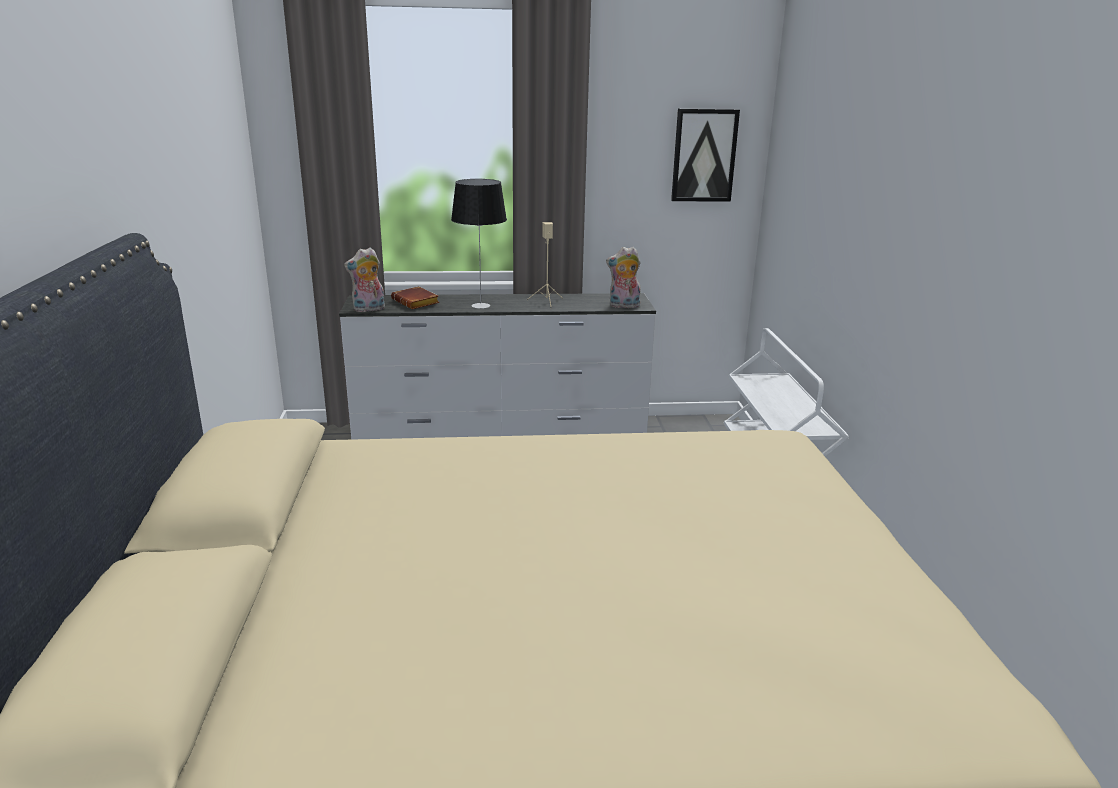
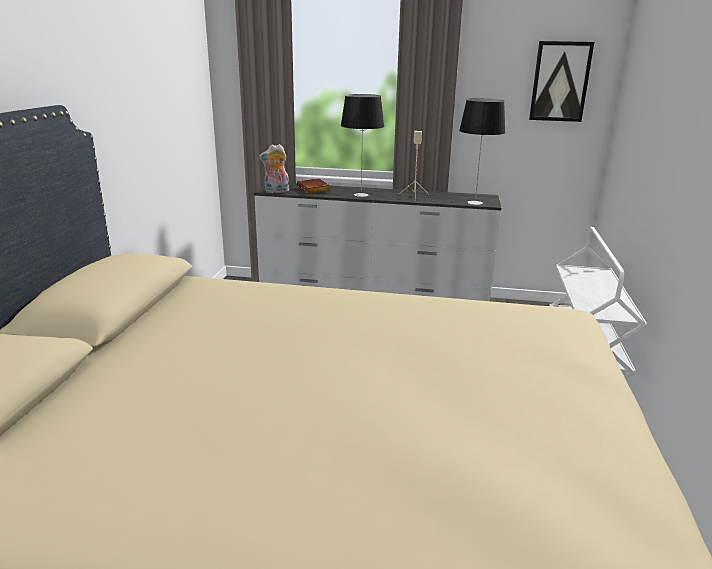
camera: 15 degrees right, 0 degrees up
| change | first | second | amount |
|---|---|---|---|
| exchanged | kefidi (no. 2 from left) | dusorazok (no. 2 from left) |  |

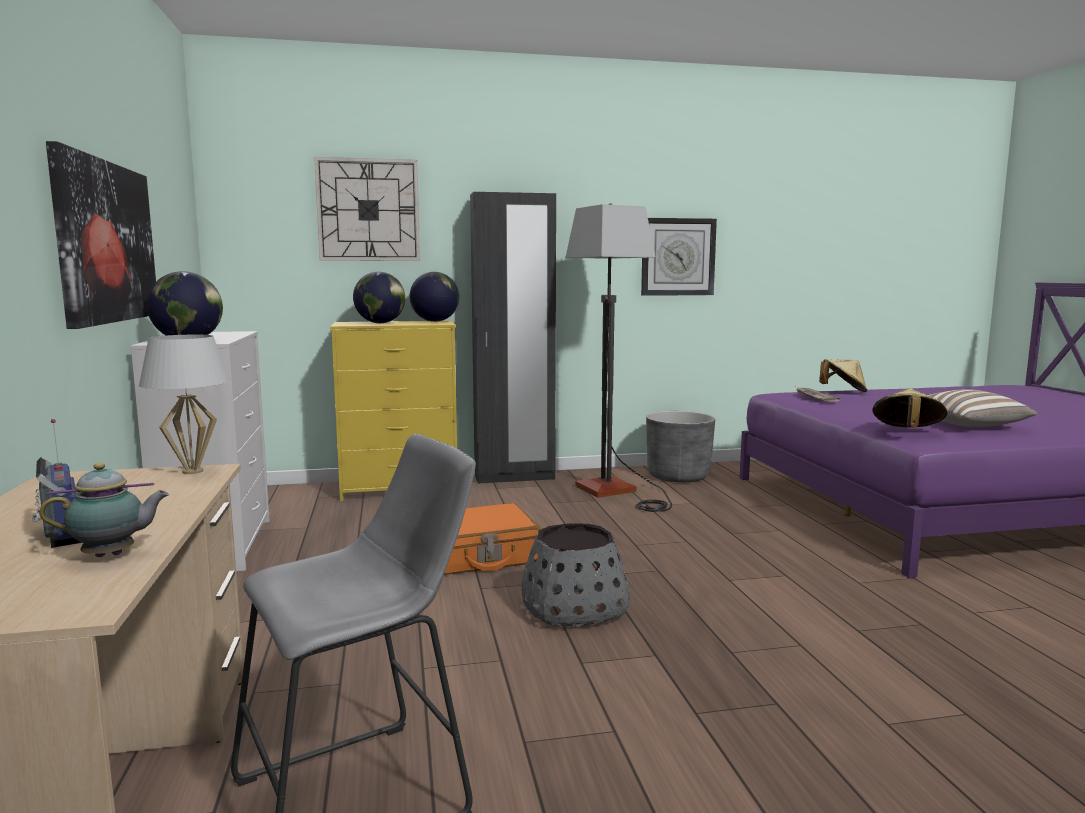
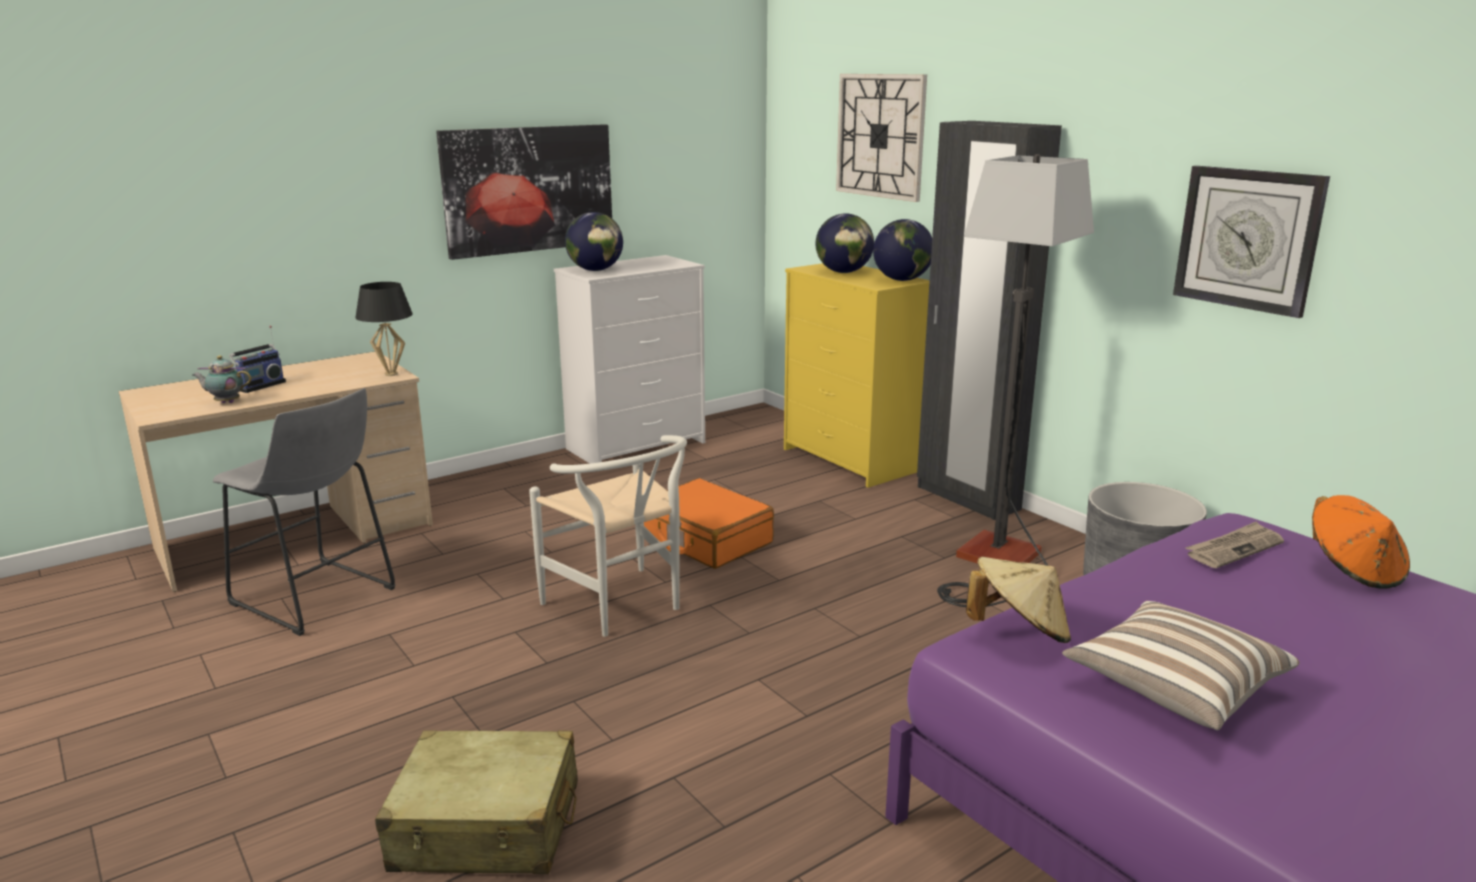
camera: 65 degrees right, 10 degrees up
| change | first | second | amount |
|---|---|---|---|
| colour | white dusorazok | black dusorazok |  |
| colour | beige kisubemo (no. 1 from left) | orange kisubemo |  |
| spun | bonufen |  | 135 degrees clockwise |
| exchanged | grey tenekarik (no. 1 from left) | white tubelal |  |
| appeared |  | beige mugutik |  |

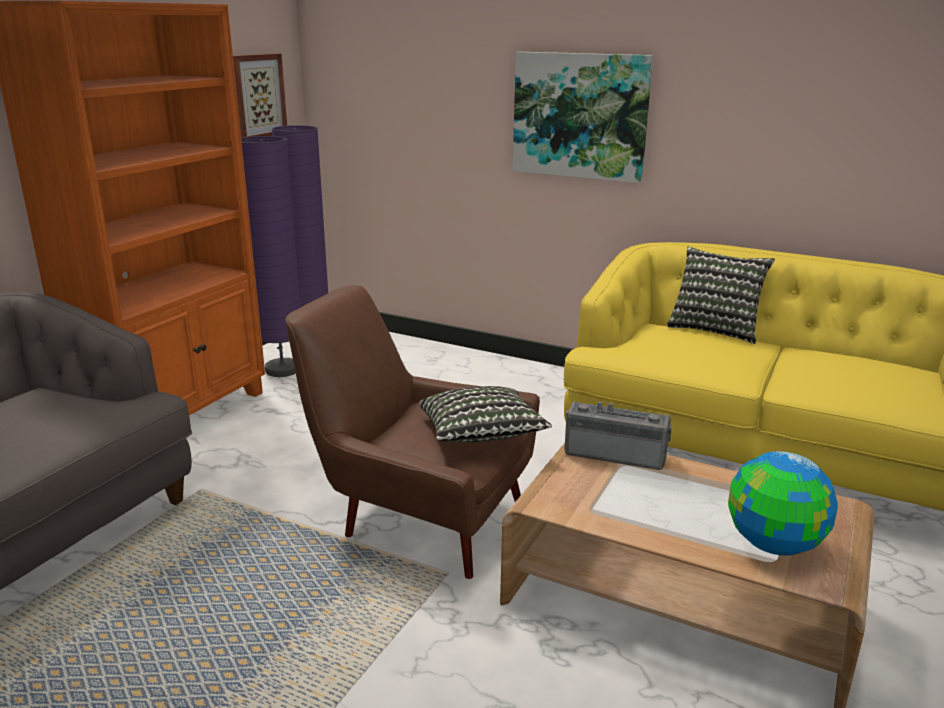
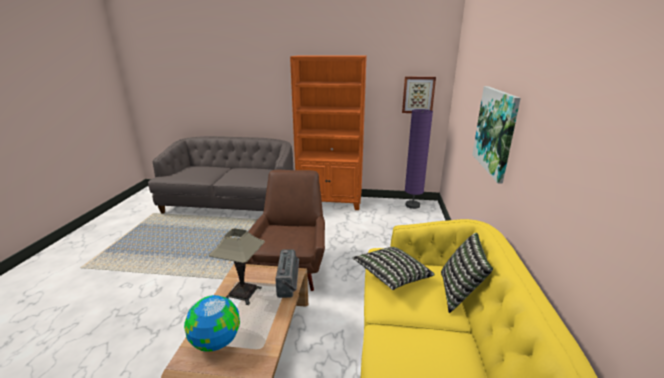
camera: 70 degrees right, 0 degrees up
| change | first | second | amount |
|---|---|---|---|
| missing | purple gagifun (no. 1 from left) |  |  |
| relocated | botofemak (no. 1 from left) |  |  |
| appeared |  | dusorazok |  |

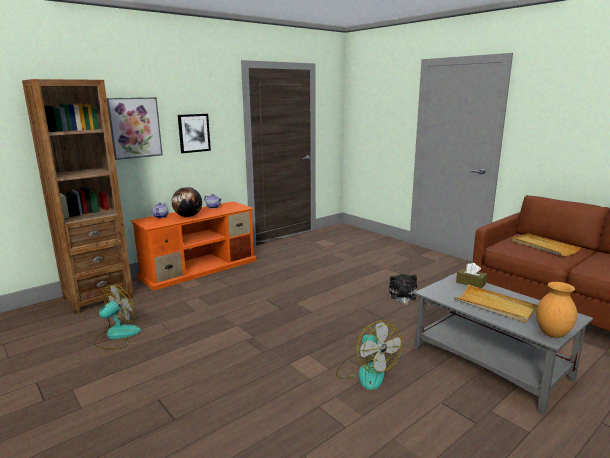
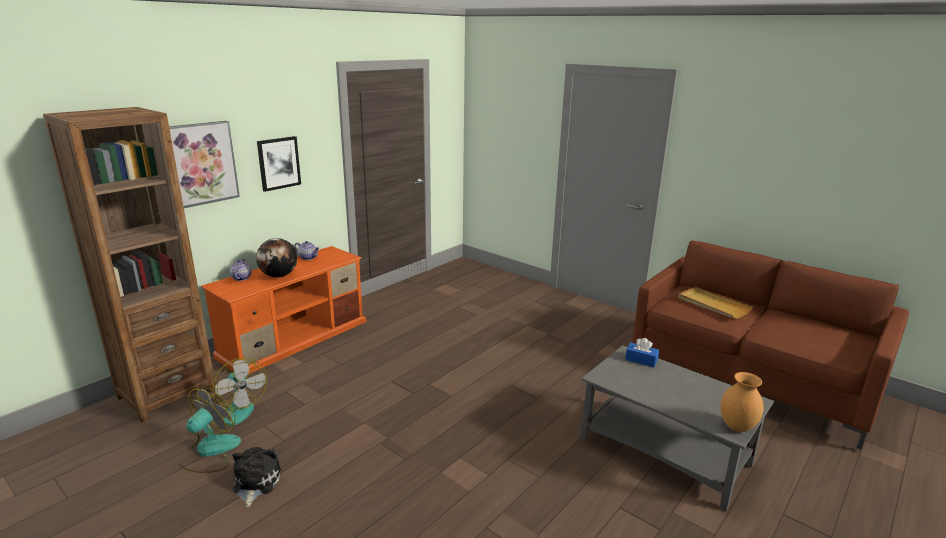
camera: 10 degrees left, 5 degrees up
| change | first | second | amount |
|---|---|---|---|
| colour | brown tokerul | blue tokerul |  |
| relocated | kefidi |  |  |
| missing | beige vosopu (no. 1 from left) |  |  |
| relocated | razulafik (no. 2 from left) |  |  |

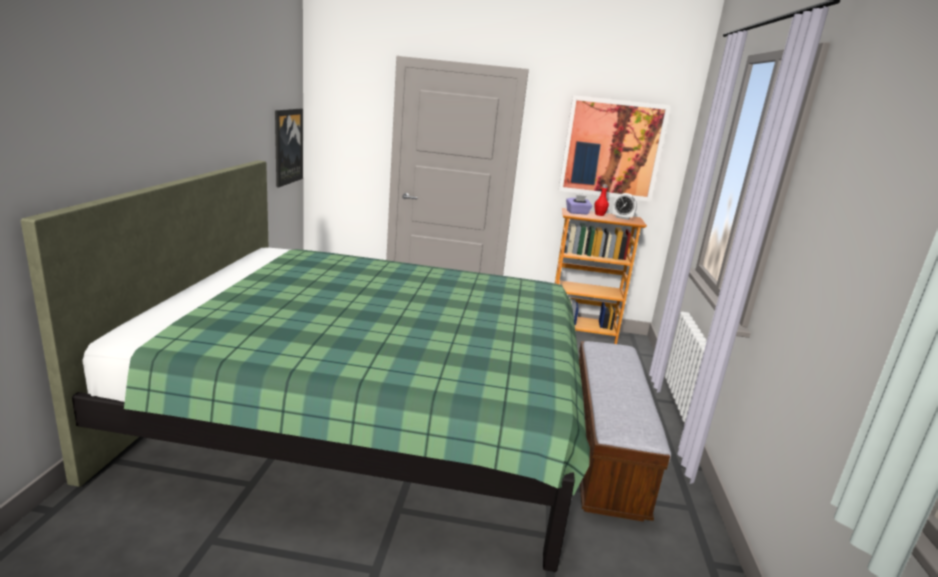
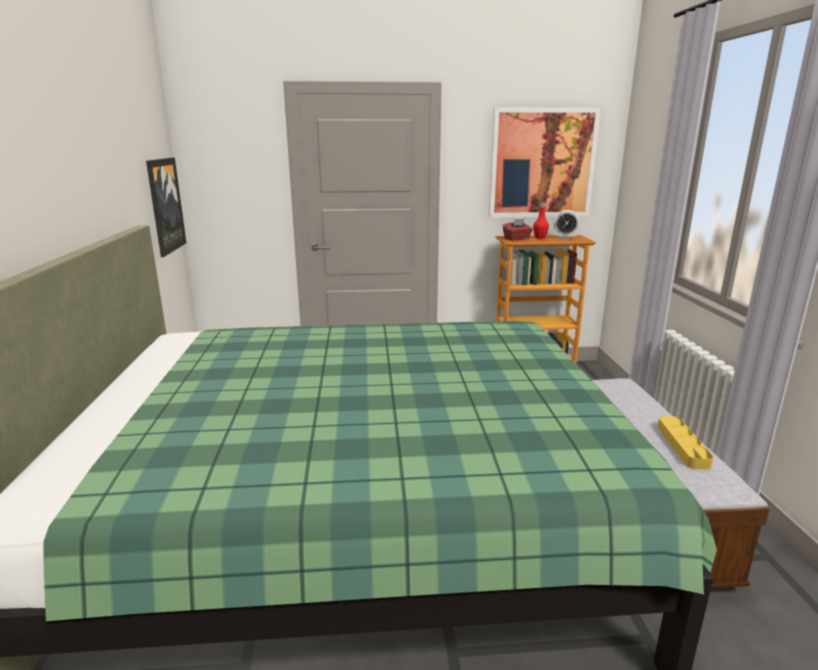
camera: 10 degrees left, 0 degrees up
| change | first | second | amount |
|---|---|---|---|
| colour | purple tokerul | red tokerul |  |
| appeared |  | yellow vosopu |  |

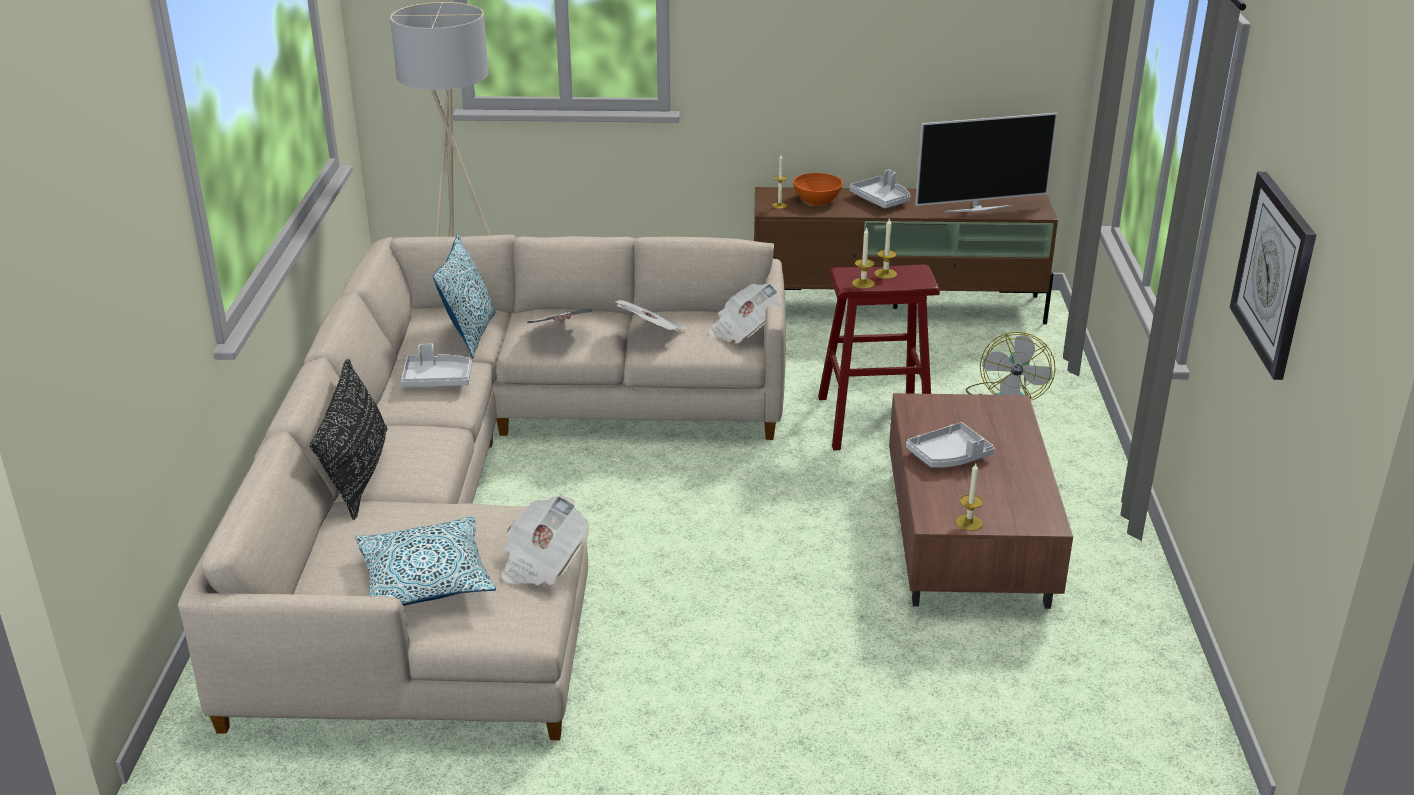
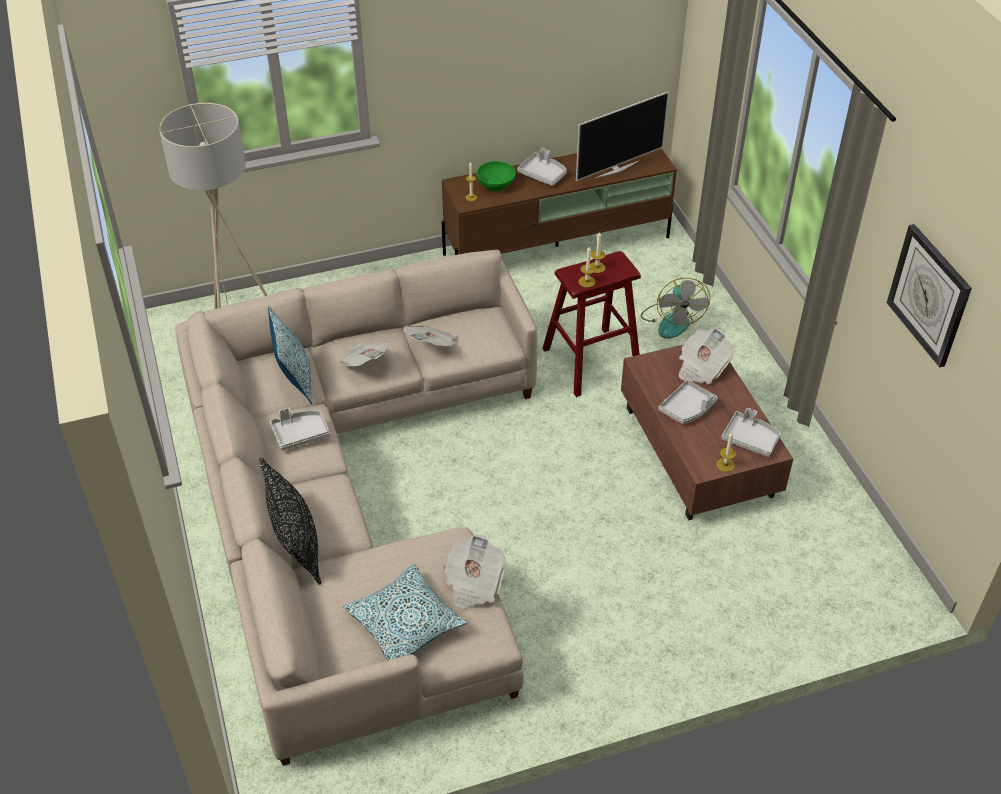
camera: 20 degrees left, 15 degrees up
| change | first | second | amount |
|---|---|---|---|
| colour | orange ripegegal | green ripegegal |  |
| relocated | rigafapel (no. 4 from left) |  |  |
| appeared |  | grey vosopu (no. 4 from left) |  |

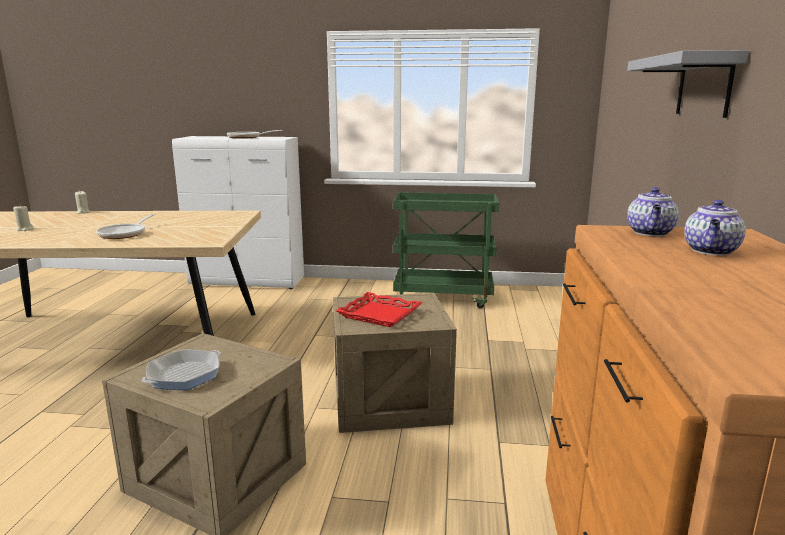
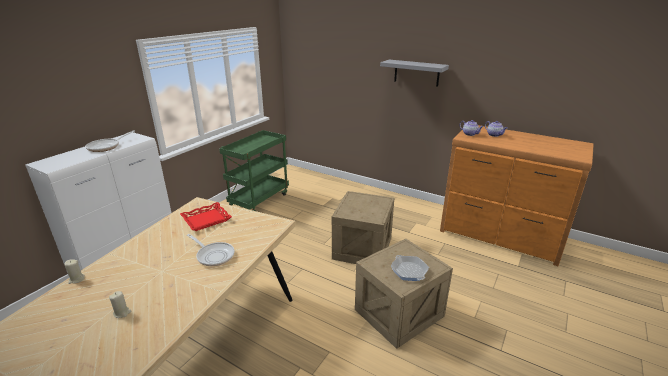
camera: 65 degrees left, 10 degrees up
| change | first | second | amount |
|---|---|---|---|
| relocated | red vosopu |  |  |

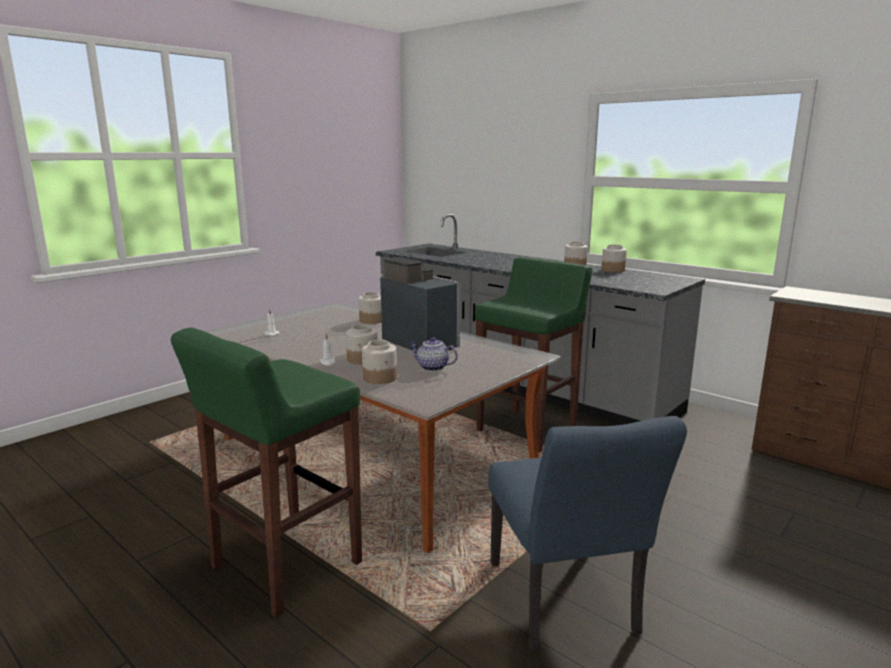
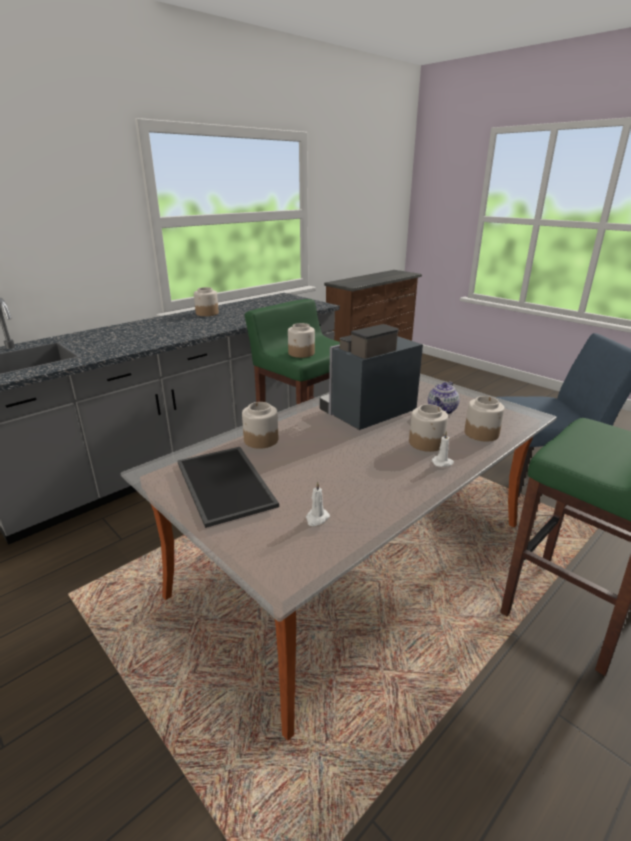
camera: 85 degrees left, 10 degrees up
| change | first | second | amount |
|---|---|---|---|
| relocated | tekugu (no. 5 from left in the first image) | tekugu (no. 3 from left) |  |
| appeared |  | vosopu |  |

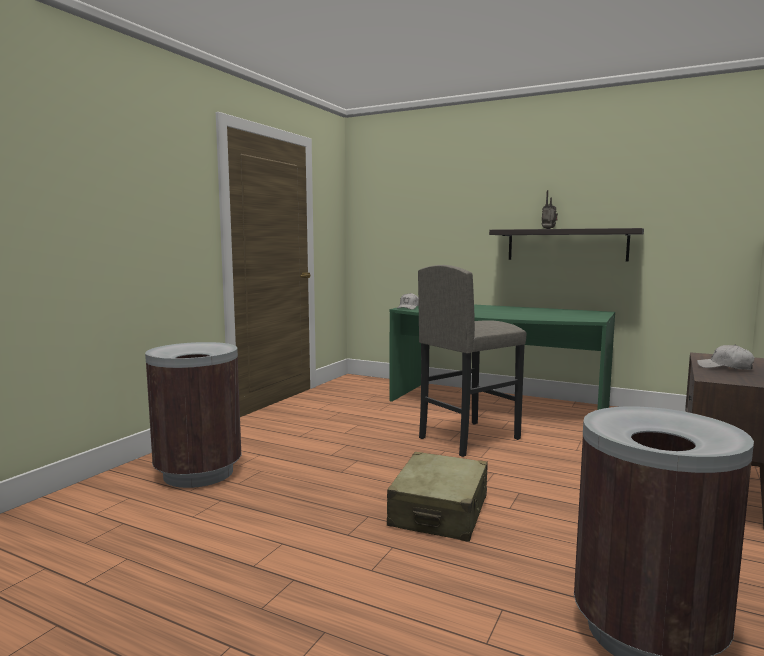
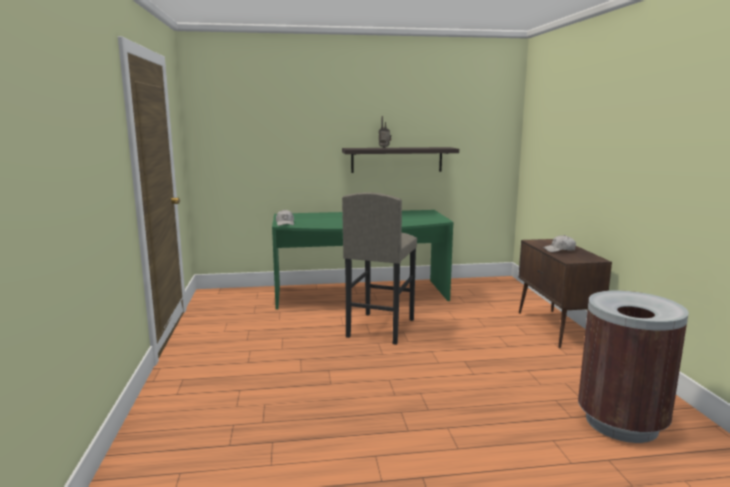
camera: 35 degrees left, 5 degrees up
| change | first | second | amount |
|---|---|---|---|
| missing | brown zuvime (no. 1 from left) |  |  |
| missing | beige mugutik |  |  |

